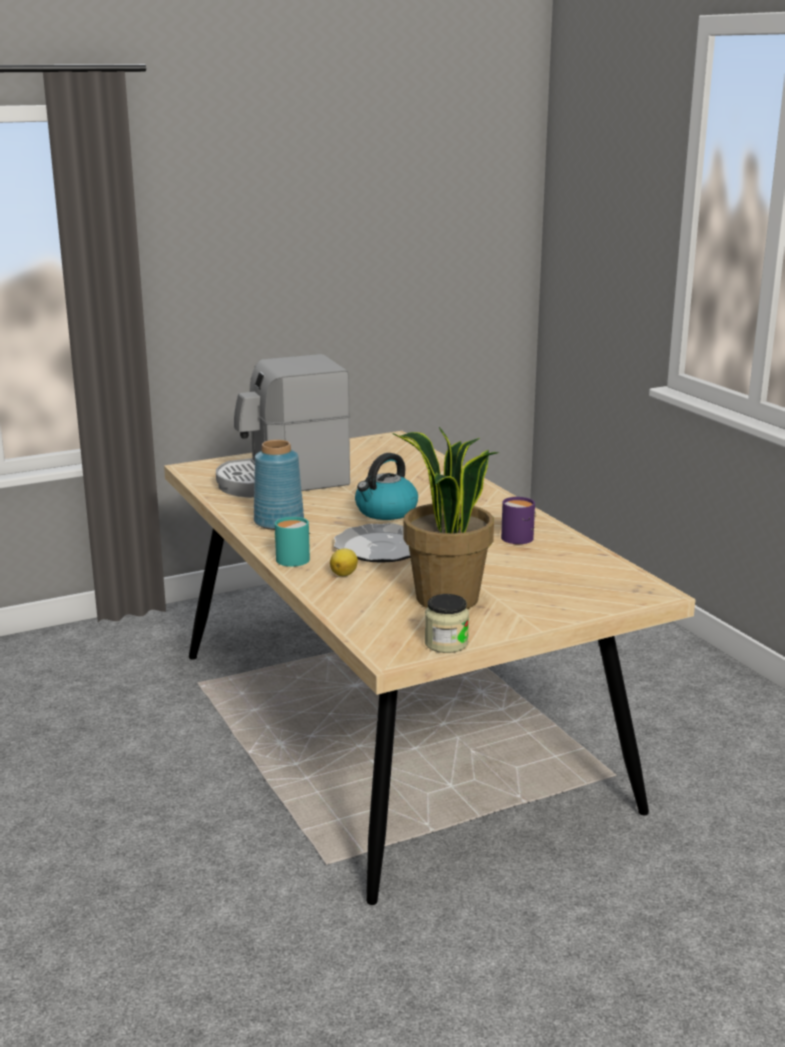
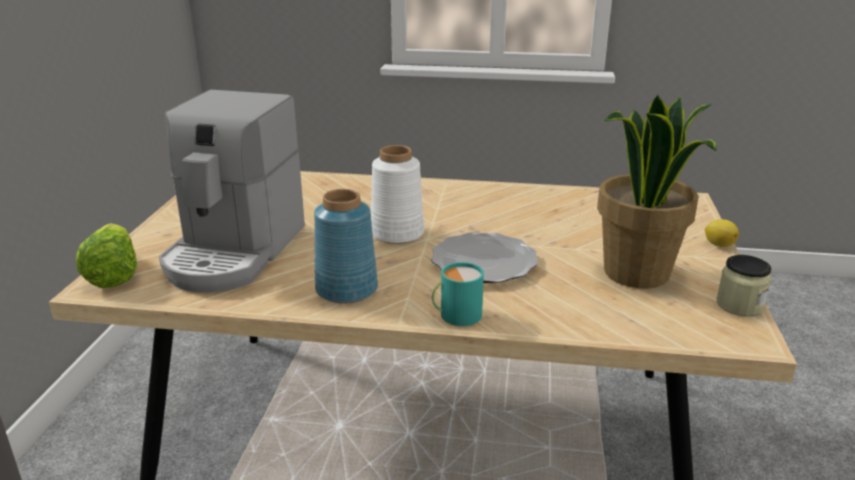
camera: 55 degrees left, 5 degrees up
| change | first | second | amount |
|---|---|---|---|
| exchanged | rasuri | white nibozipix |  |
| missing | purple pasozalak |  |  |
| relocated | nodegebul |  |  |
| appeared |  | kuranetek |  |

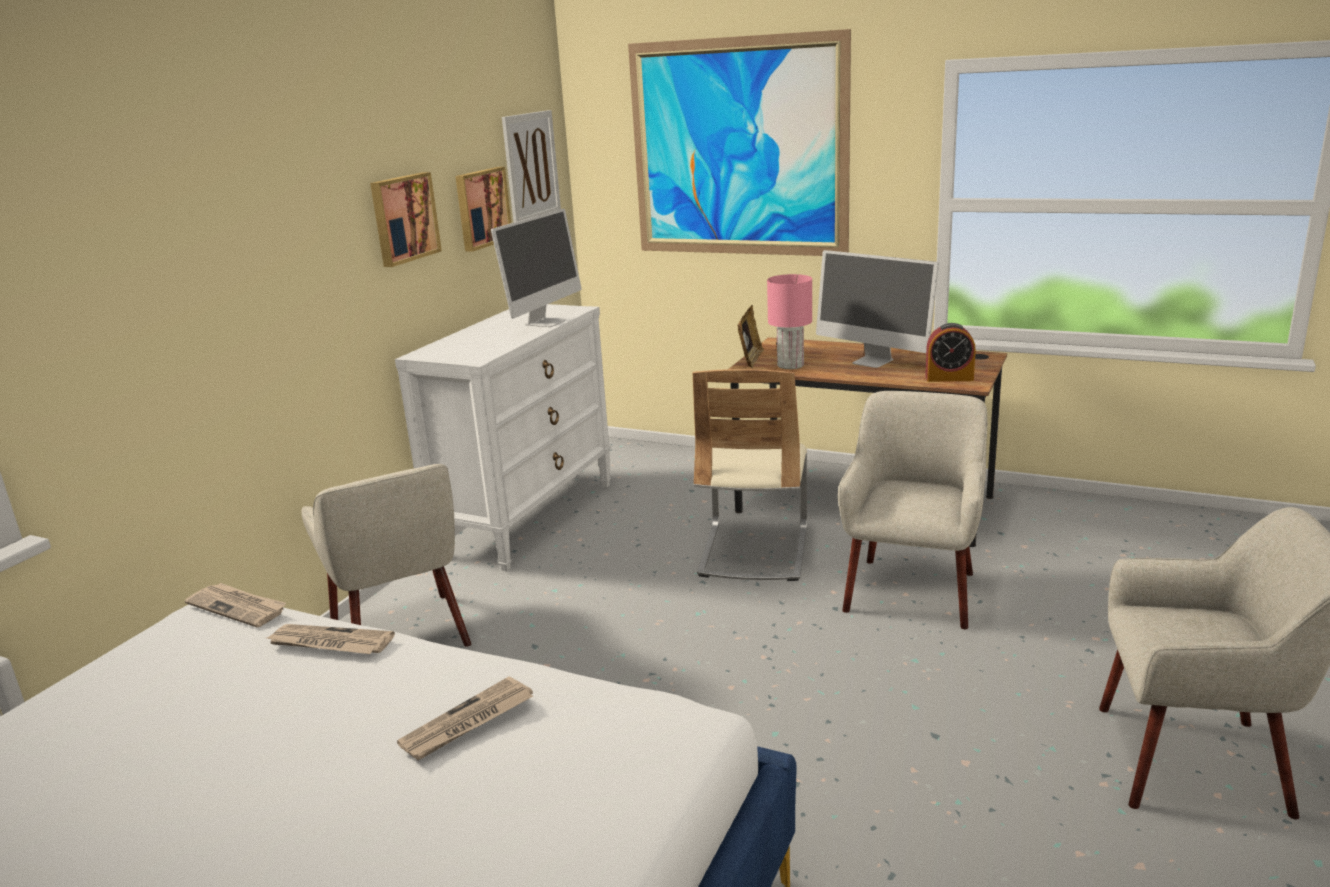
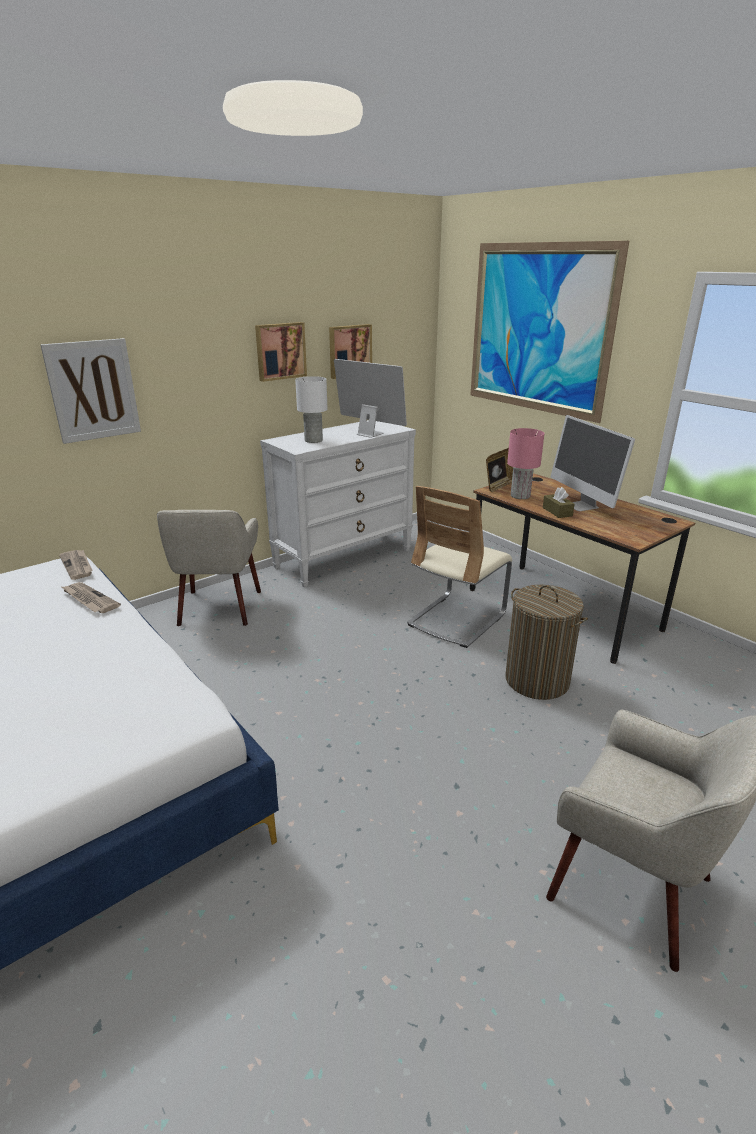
camera: 25 degrees right, 5 degrees up
| change | first | second | amount |
|---|---|---|---|
| relocated | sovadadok (no. 3 from left in the first image) | sovadadok (no. 1 from left) |  |
| spun | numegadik (no. 1 from left) |  | 105 degrees counterclockwise |
| missing | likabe |  |  |
| exchanged | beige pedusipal (no. 2 from left) | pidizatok |  |
| missing | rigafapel (no. 3 from left) |  |  |
| appeared |  | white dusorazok |  |
| appeared |  | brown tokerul |  |

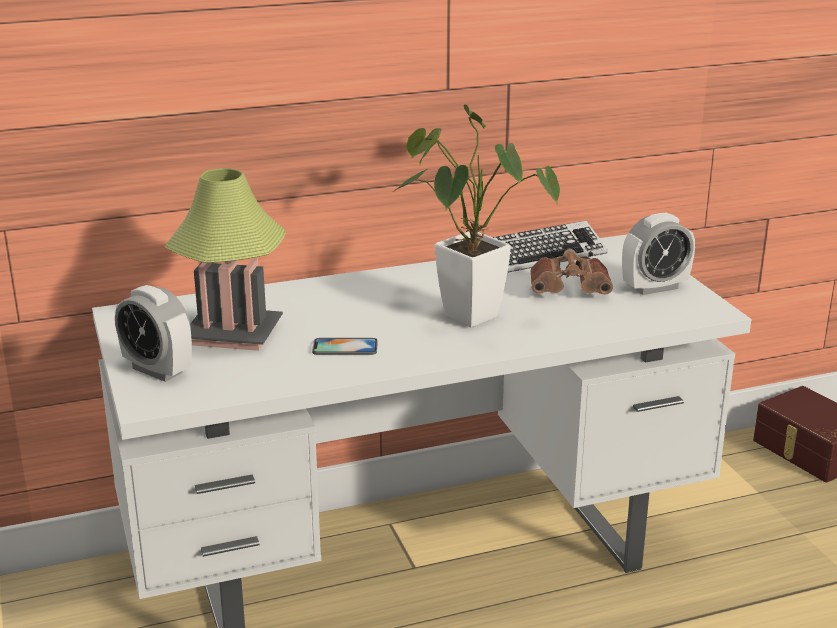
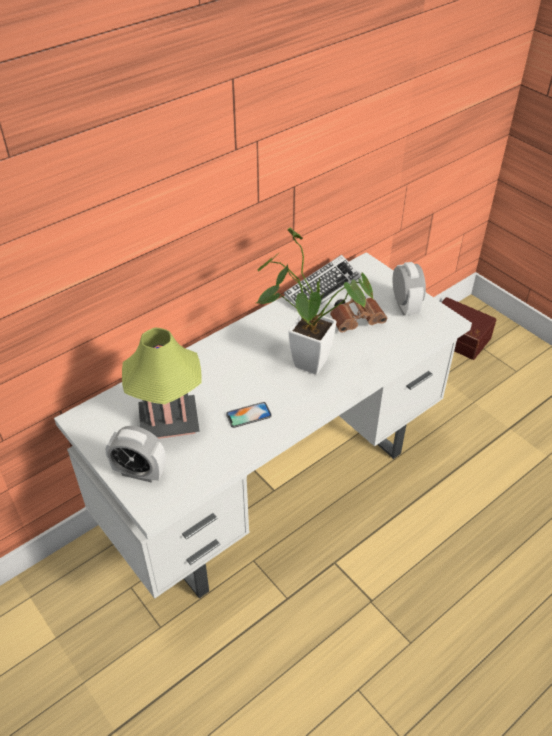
camera: 20 degrees left, 20 degrees up
| change | first | second | amount |
|---|---|---|---|
| spun | likabe (no. 2 from left) |  | 60 degrees counterclockwise |

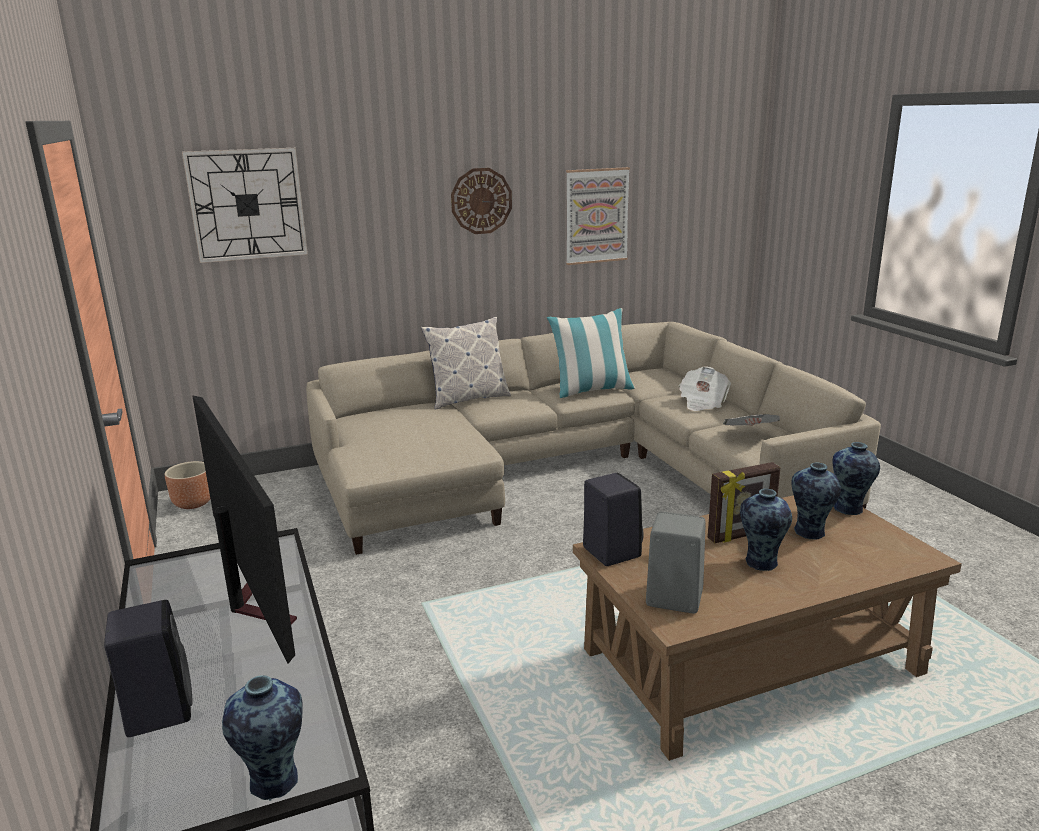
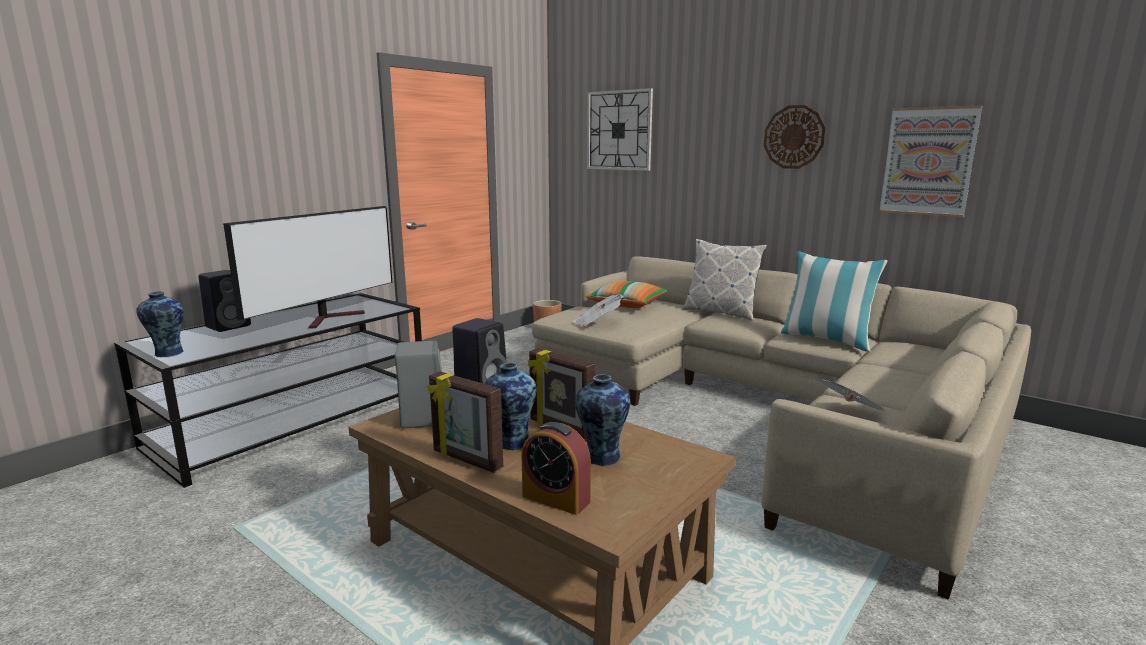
camera: 60 degrees right, 5 degrees down
| change | first | second | amount |
|---|---|---|---|
| relocated | rigafapel (no. 1 from left) |  |  |
| missing | nibozipix (no. 4 from left) |  |  |
| appeared |  | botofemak (no. 1 from left) |  |
| appeared |  | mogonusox (no. 1 from left) |  |
| appeared |  | likabe |  |

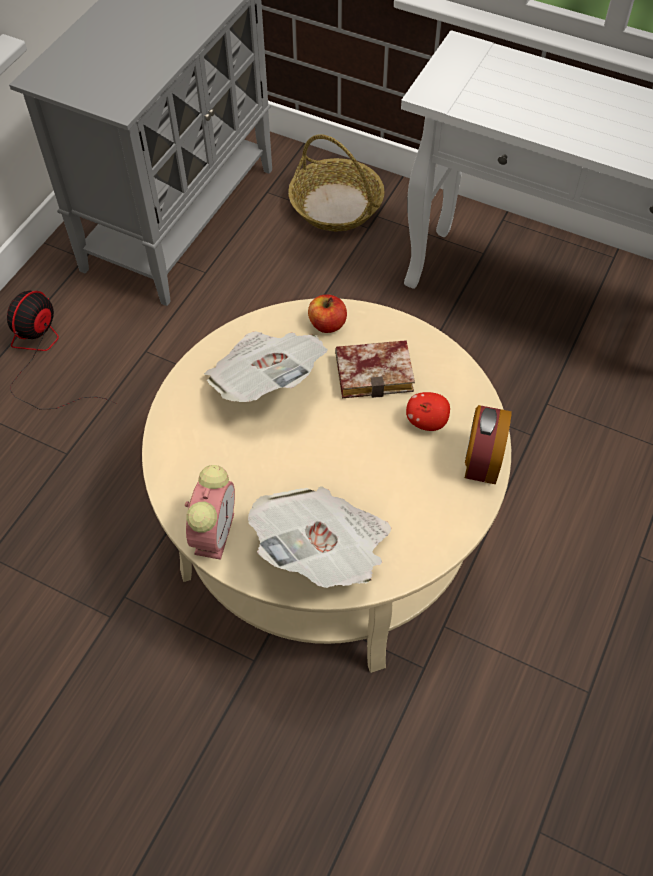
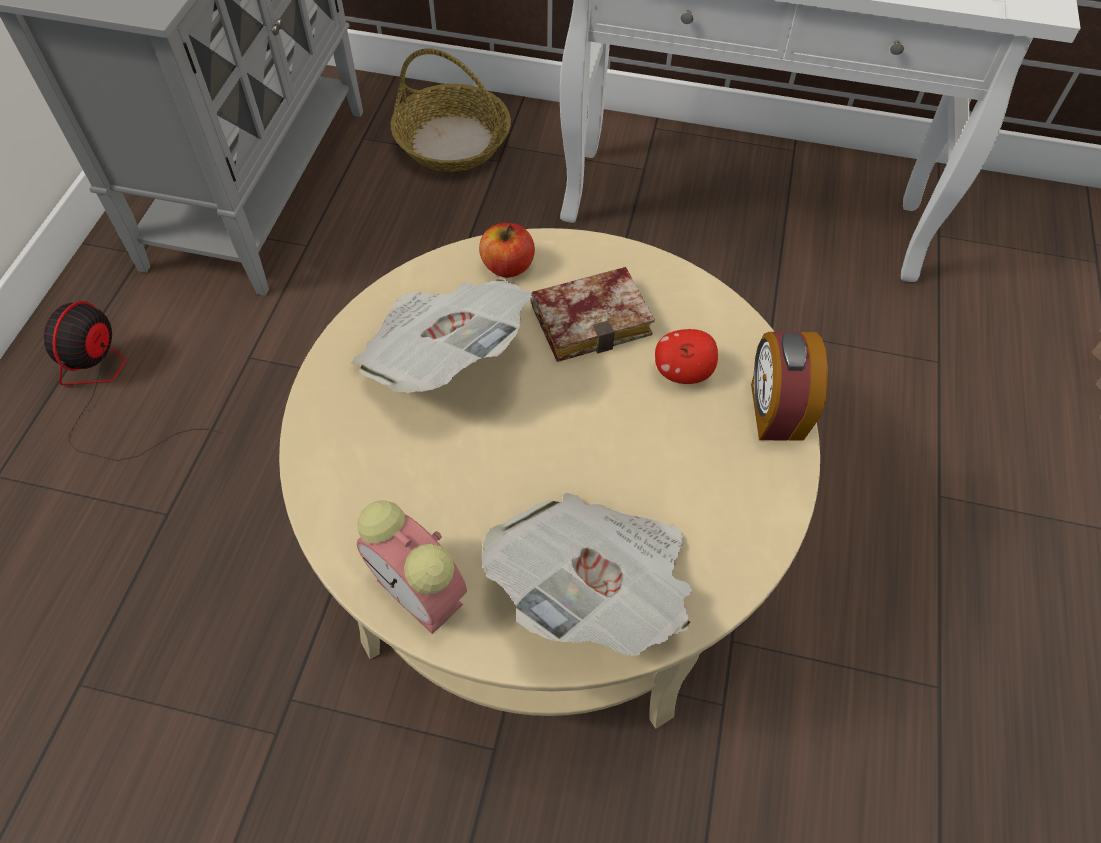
camera: 15 degrees left, 0 degrees up
| change | first | second | amount |
|---|---|---|---|
| spun | likabe (no. 1 from left) |  | 135 degrees clockwise |

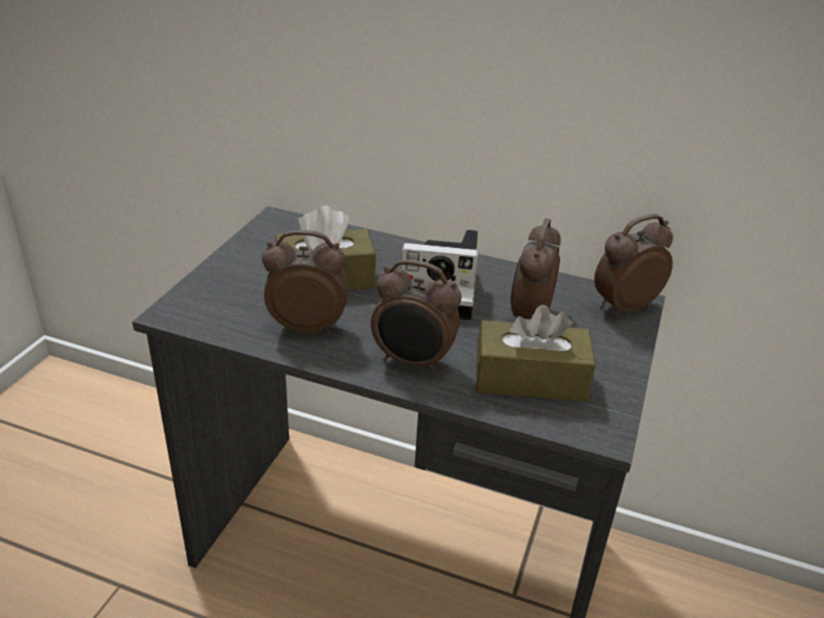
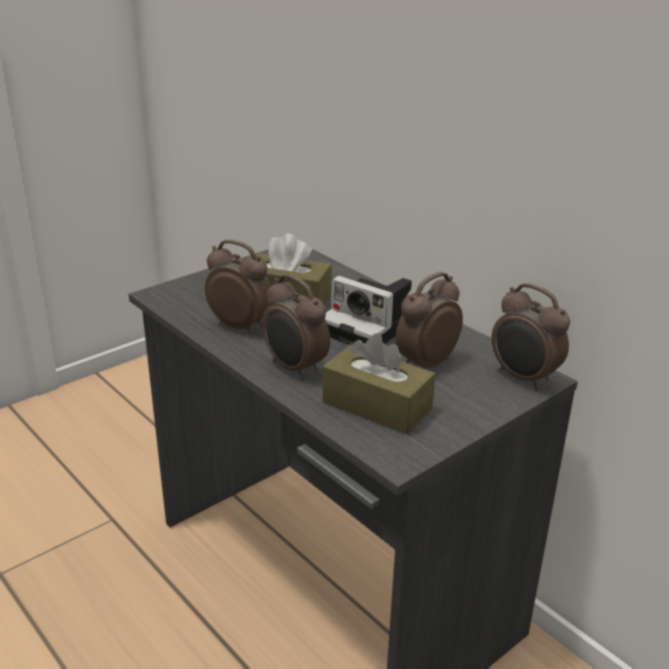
camera: 30 degrees right, 5 degrees down
| change | first | second | amount |
|---|---|---|---|
| spun | likabe (no. 4 from left) |  | 135 degrees counterclockwise |

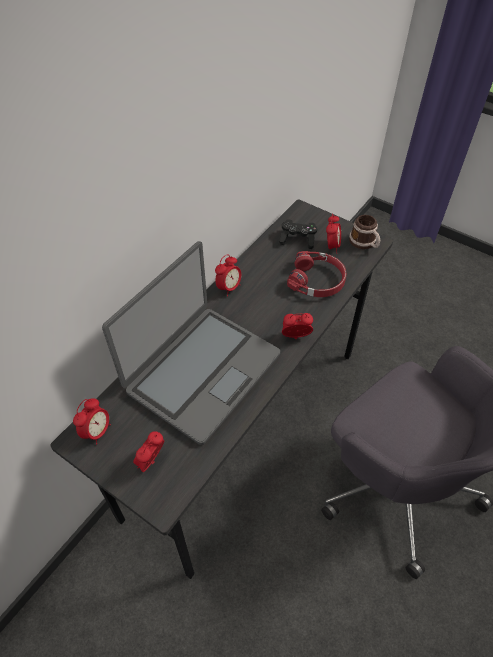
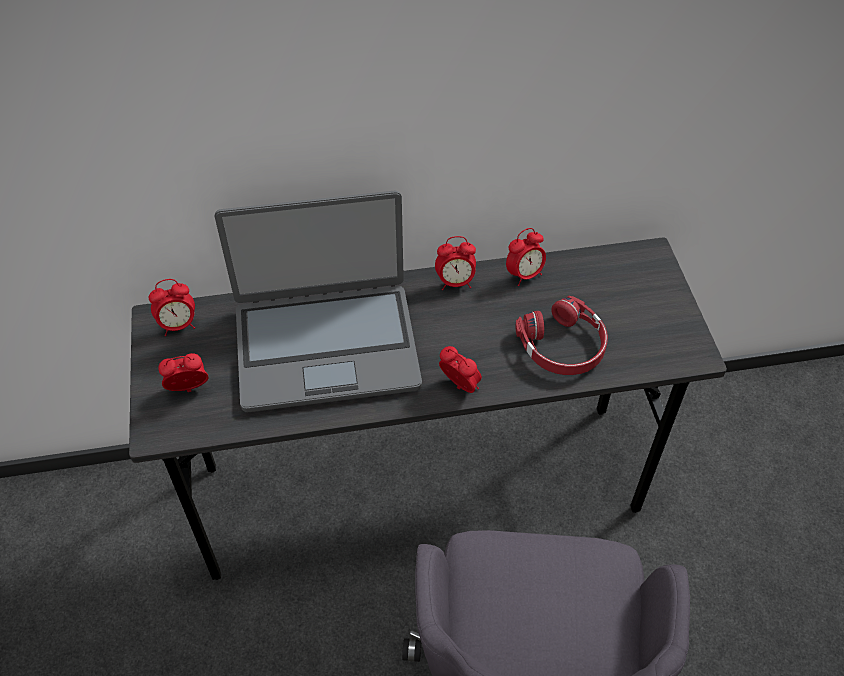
camera: 45 degrees right, 0 degrees up
| change | first | second | amount |
|---|---|---|---|
| relocated | likabe (no. 5 from left) |  |  |
| missing | pasozalak |  |  |
| missing | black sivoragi |  |  |

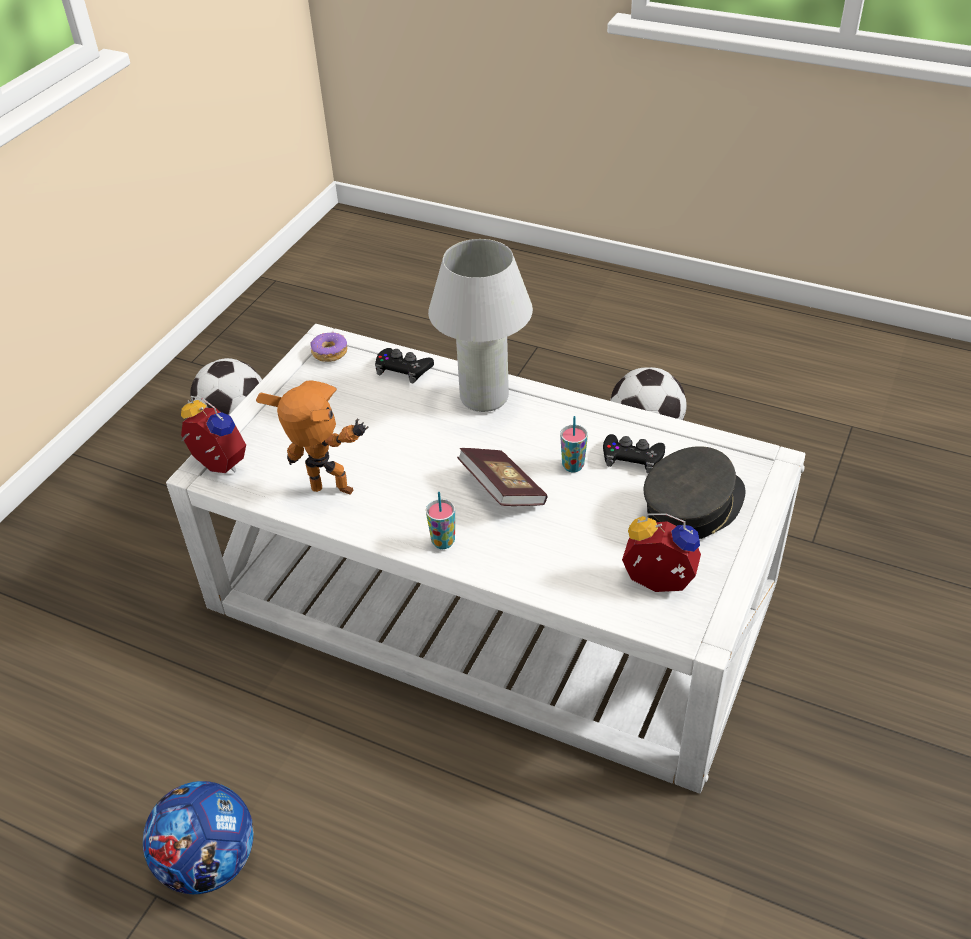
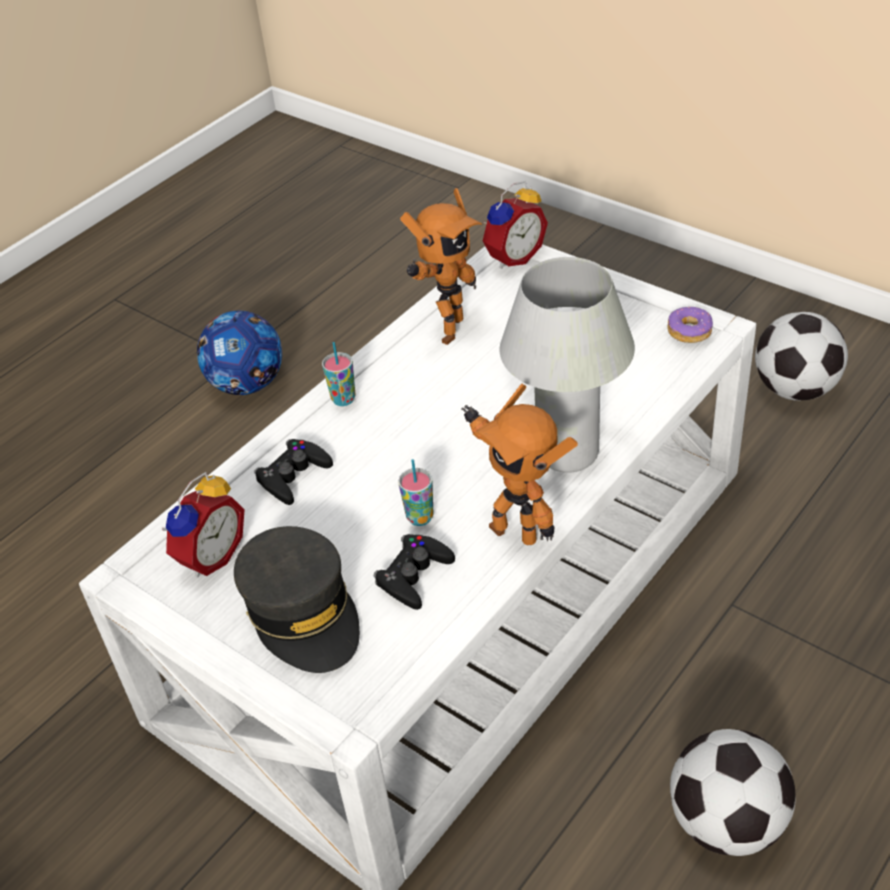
camera: 105 degrees right, 0 degrees up
| change | first | second | amount |
|---|---|---|---|
| relocated | black sivoragi (no. 1 from left) |  |  |
| missing | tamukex |  |  |
| appeared |  | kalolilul (no. 2 from left) |  |

